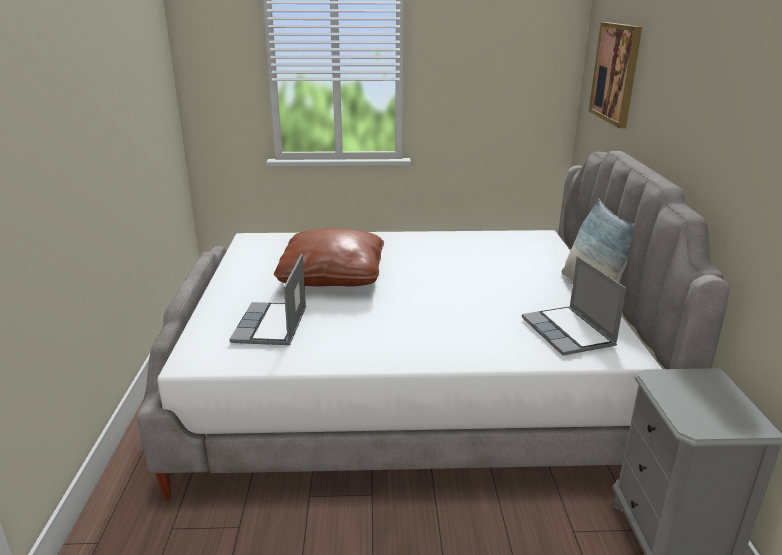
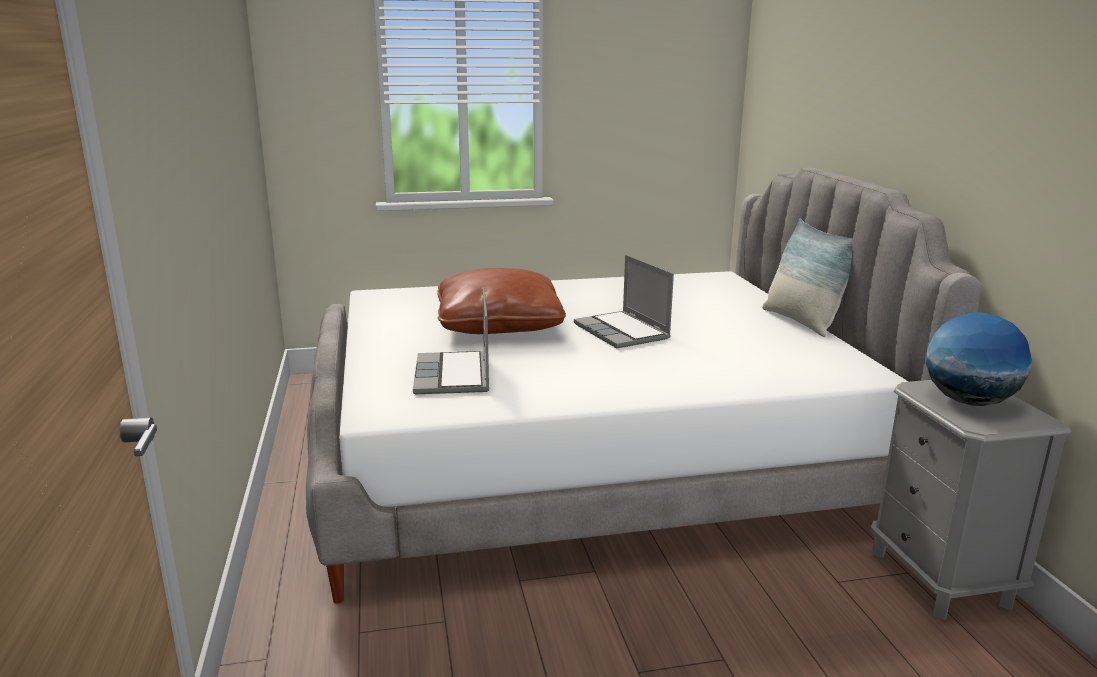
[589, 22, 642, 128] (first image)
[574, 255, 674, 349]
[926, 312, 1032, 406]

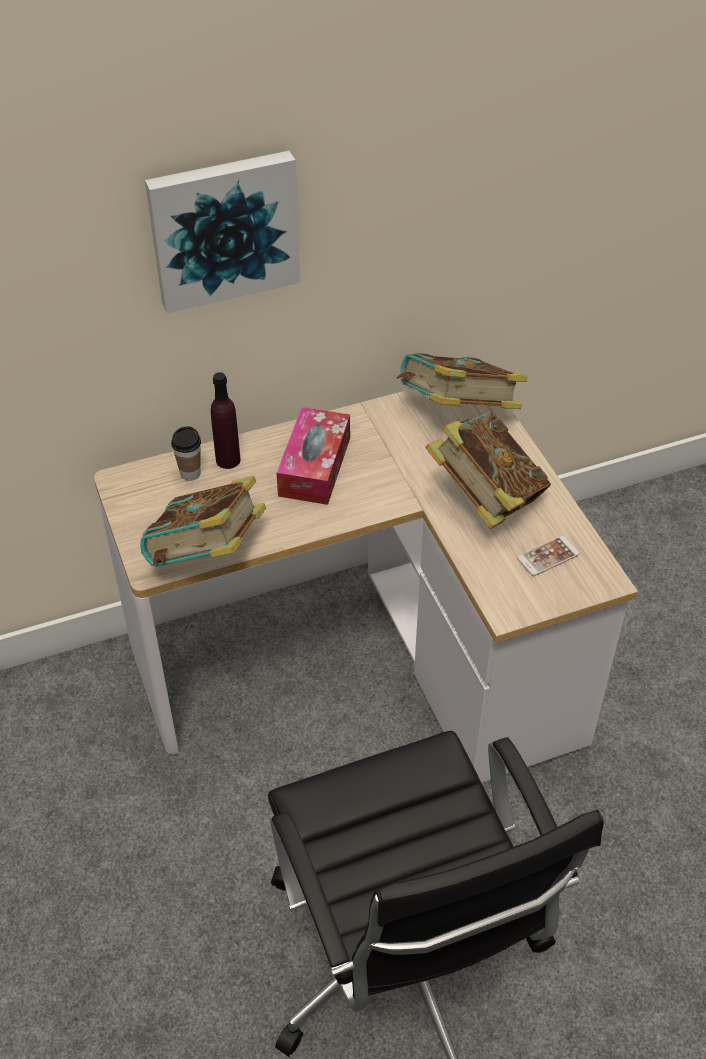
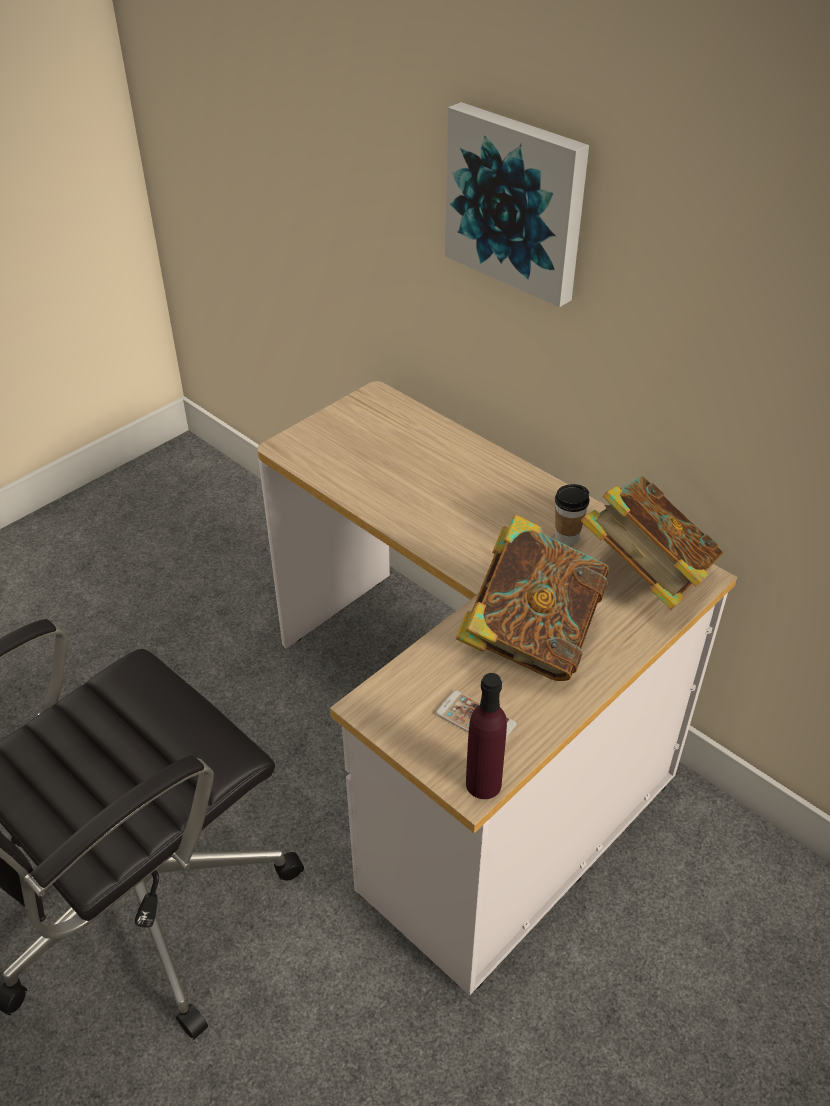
[466, 673, 507, 799]
[277, 407, 350, 505] (first image)
[555, 484, 590, 546]
[140, 476, 266, 567] (first image)

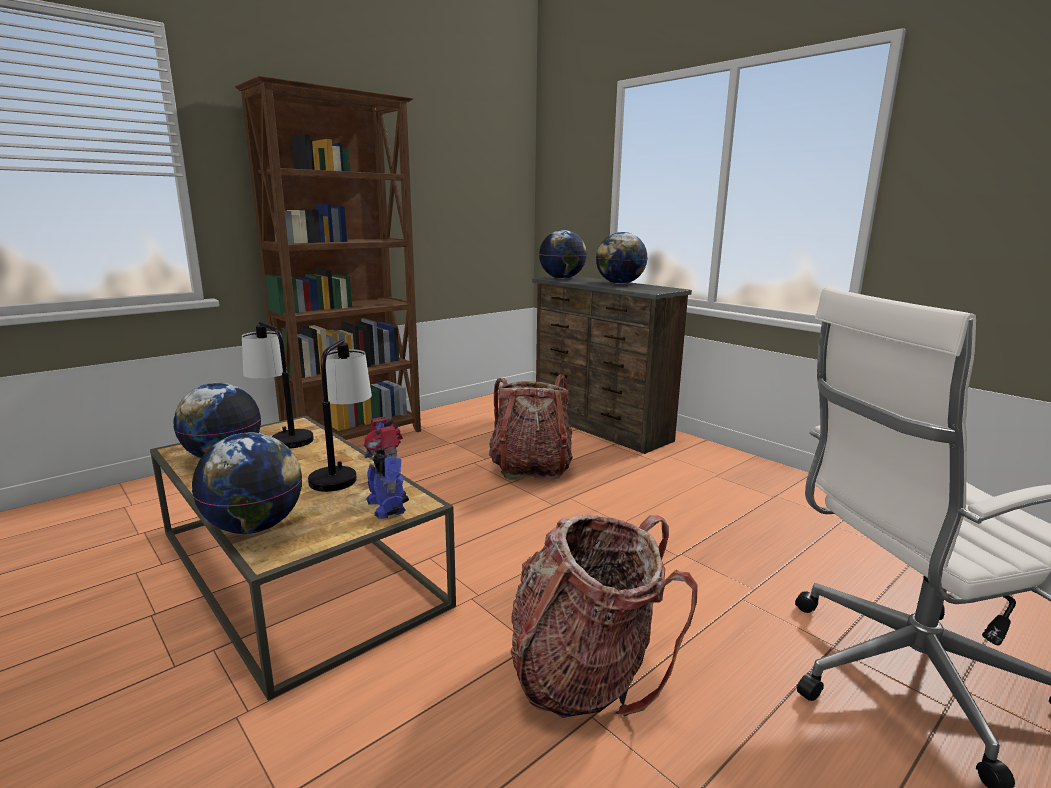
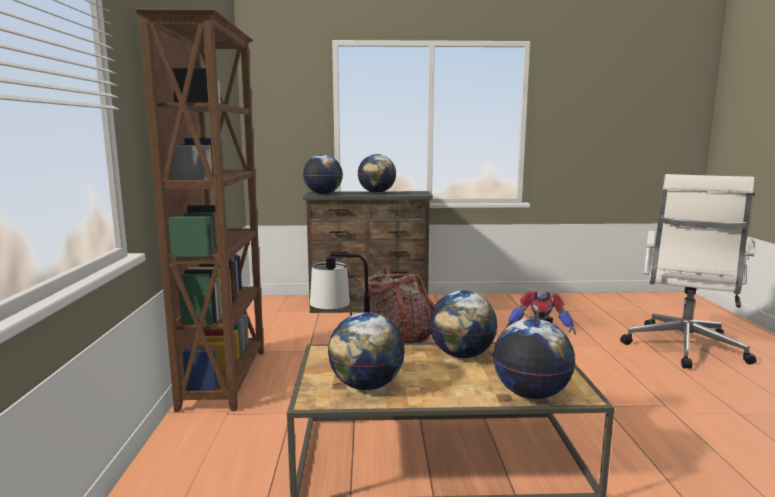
[429, 290, 497, 358]
[510, 515, 698, 718] (first image)

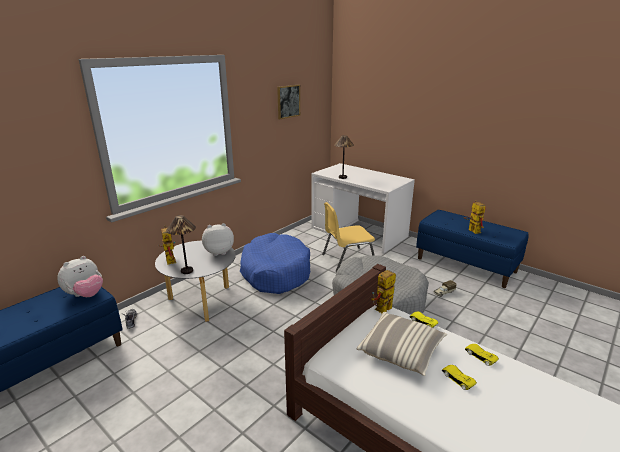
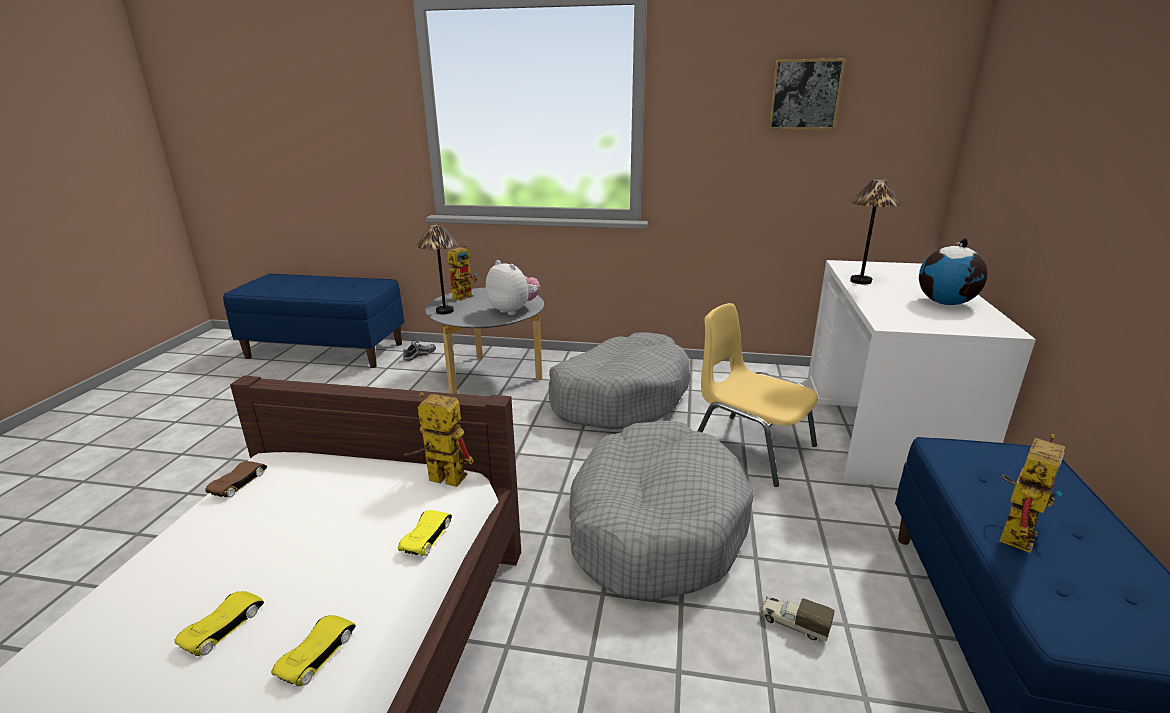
[549, 332, 690, 429]
[57, 256, 103, 297] (first image)
[357, 312, 447, 376] (first image)
[919, 238, 988, 305]
[205, 461, 267, 497]

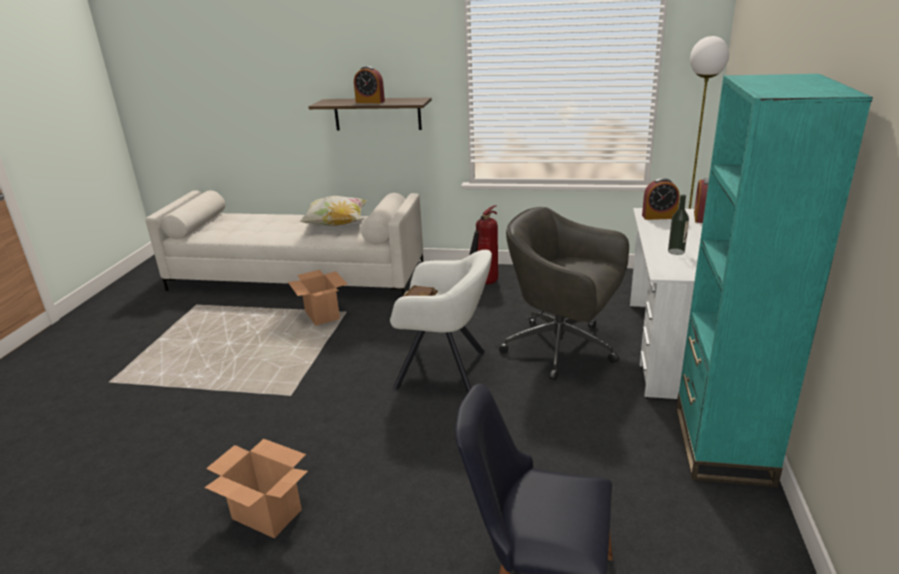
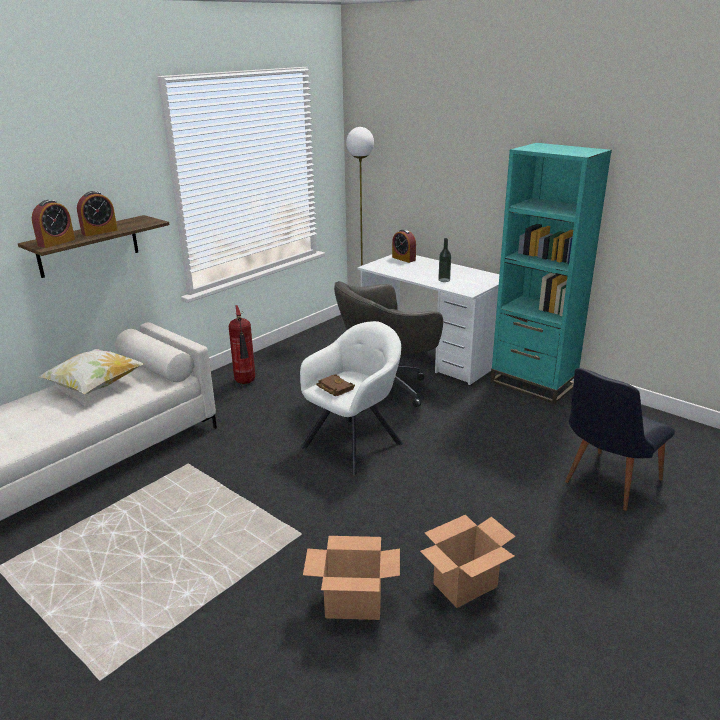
[32, 200, 75, 248]
[303, 536, 400, 620]

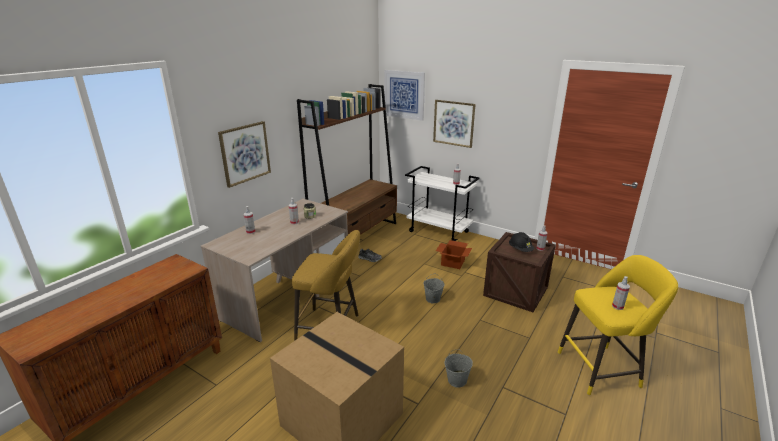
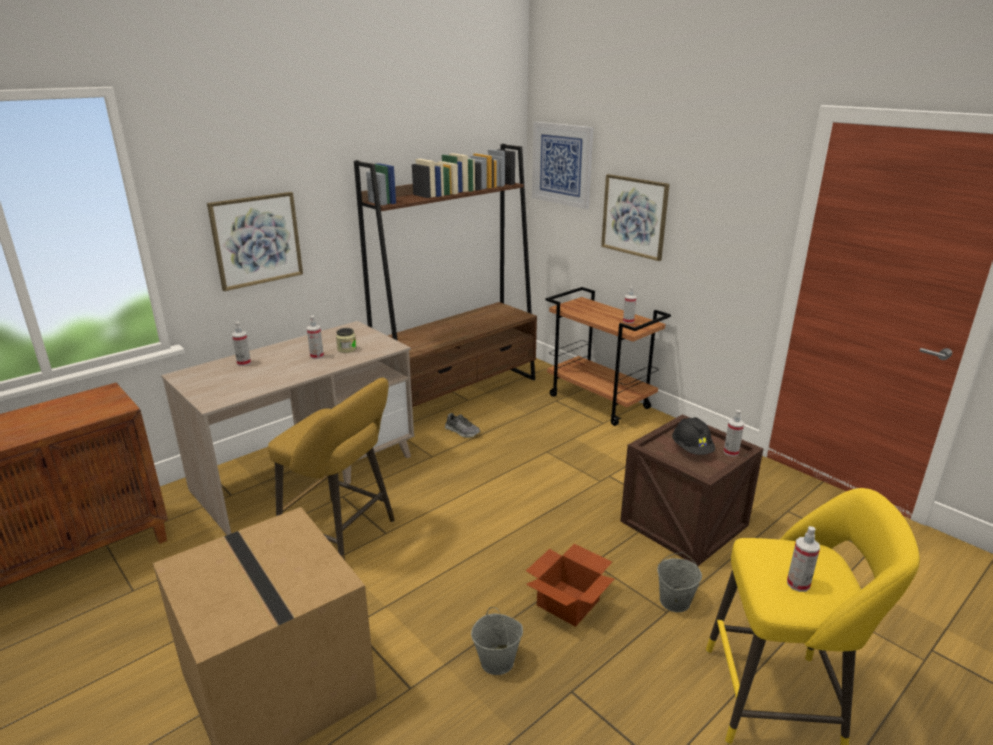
[546, 287, 671, 426]
[526, 544, 614, 627]
[657, 552, 702, 612]

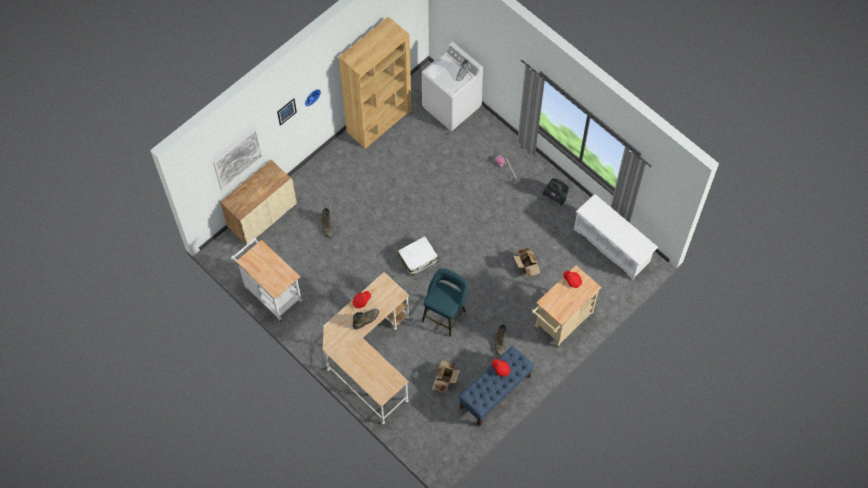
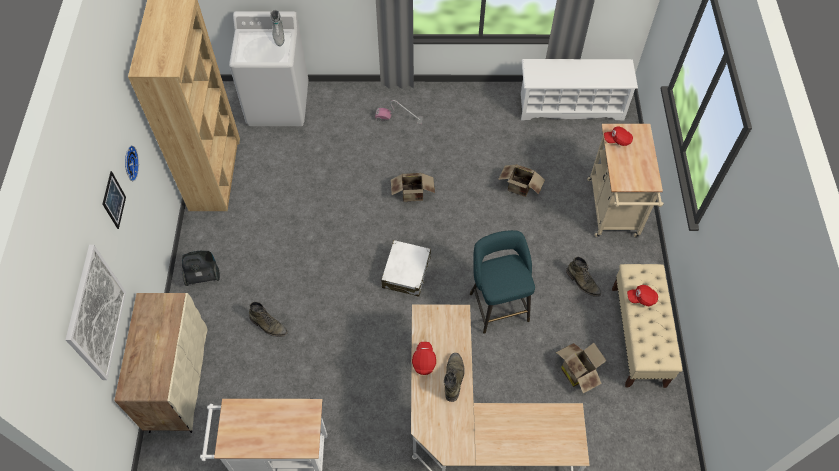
[182, 250, 220, 286]
[612, 264, 682, 388]
[391, 173, 435, 202]

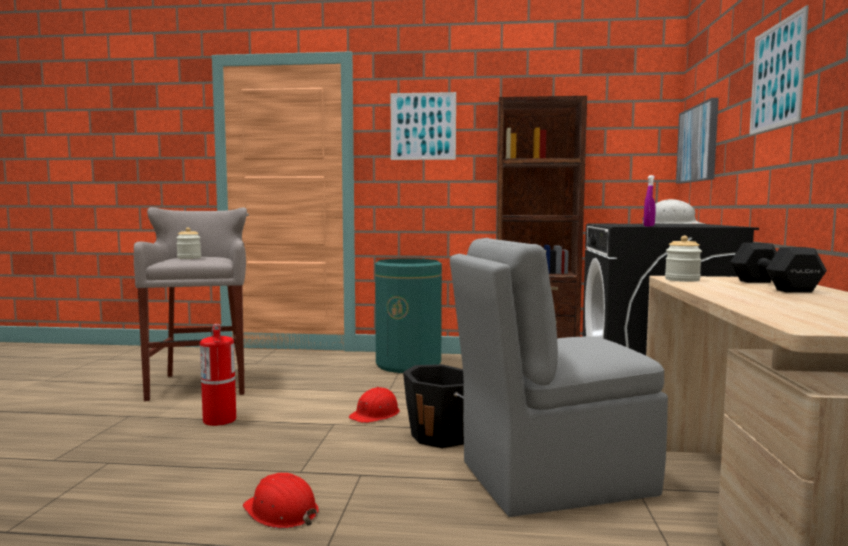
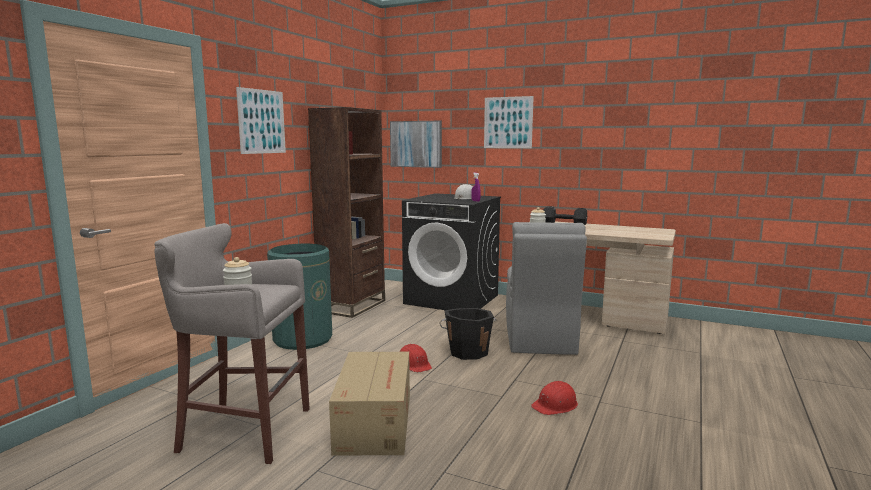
[329, 352, 410, 455]

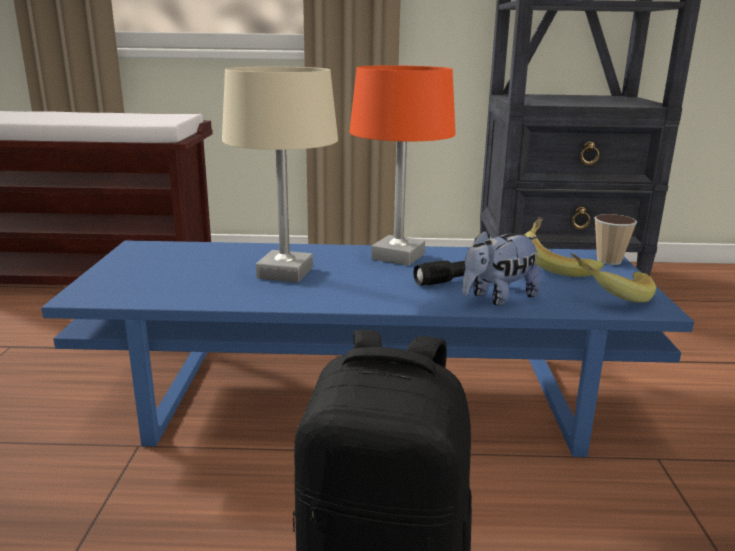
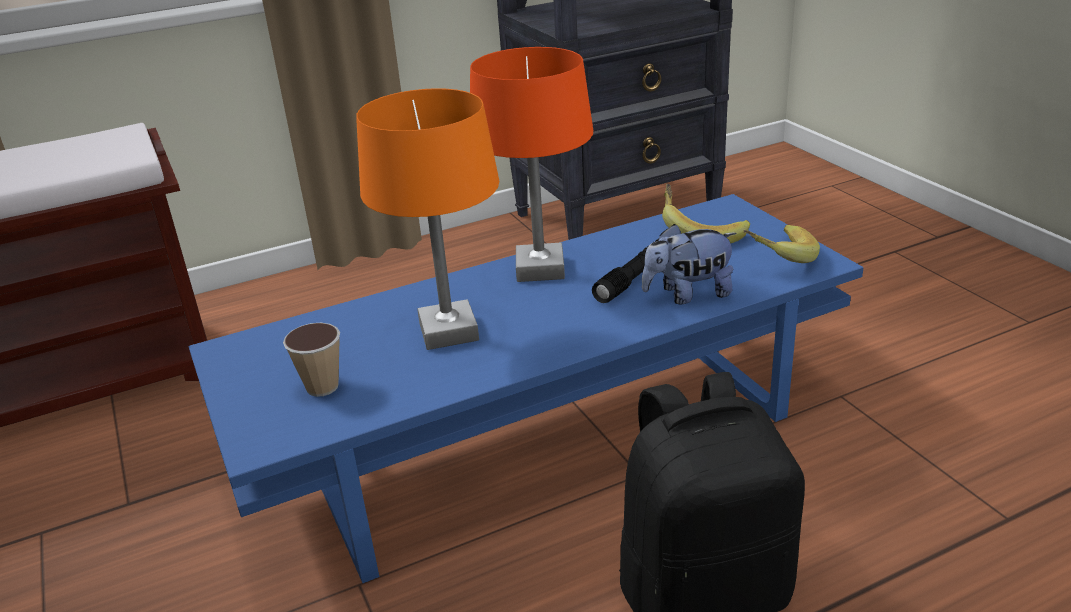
[356, 88, 499, 350]
[283, 323, 340, 397]
[642, 224, 737, 304]

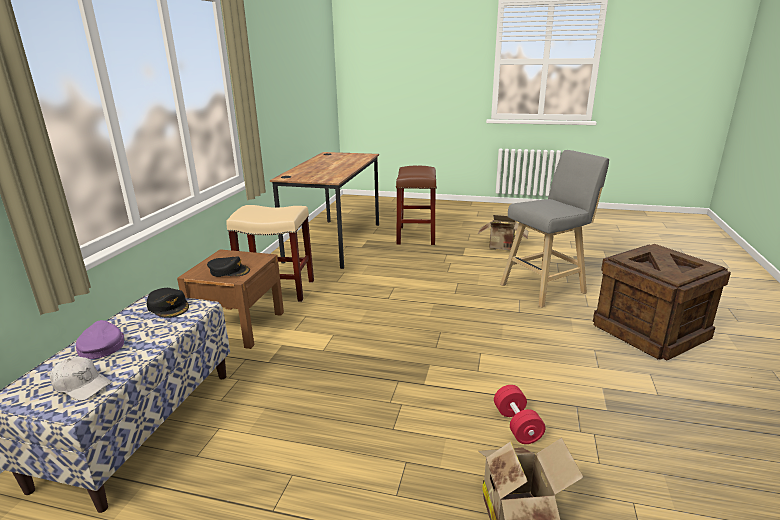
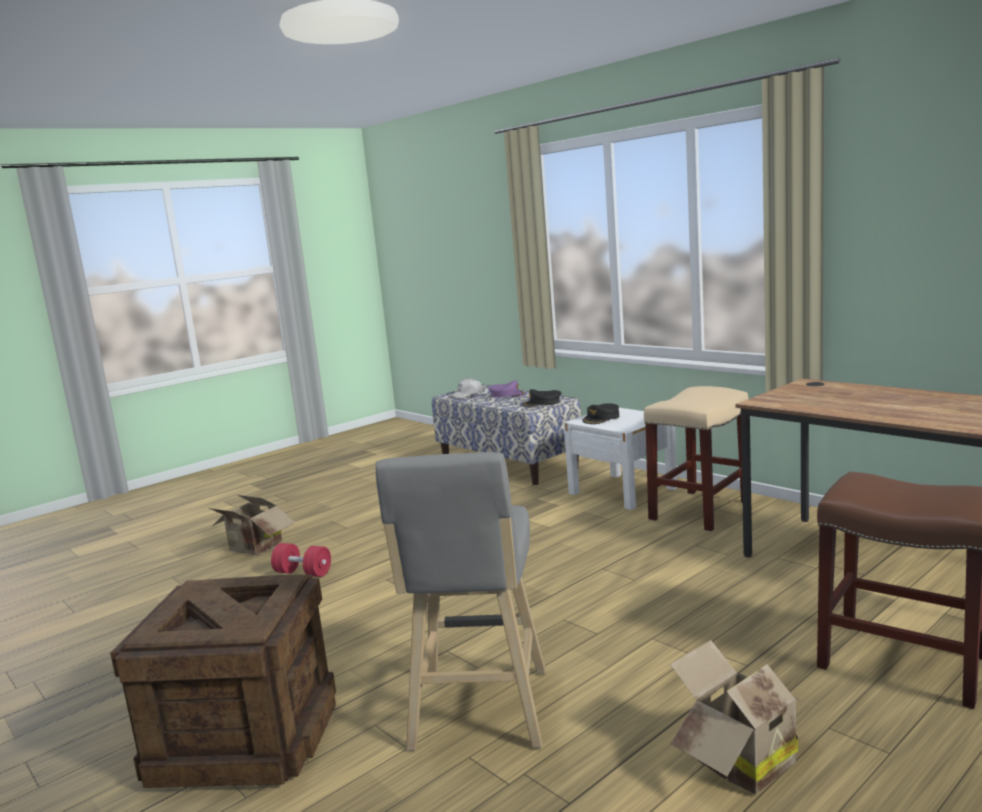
[564, 408, 677, 510]

